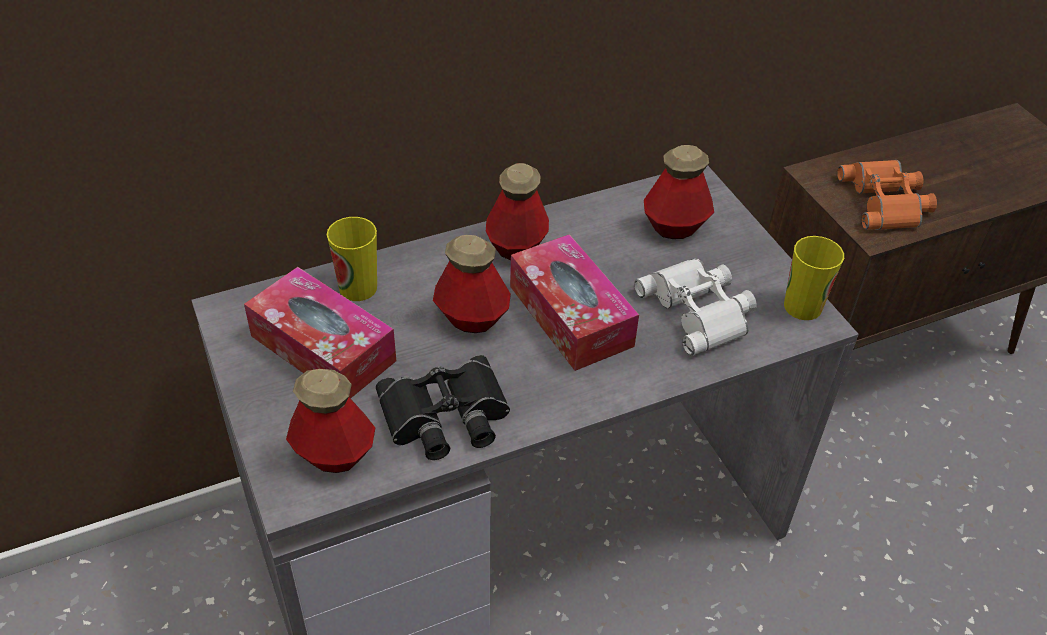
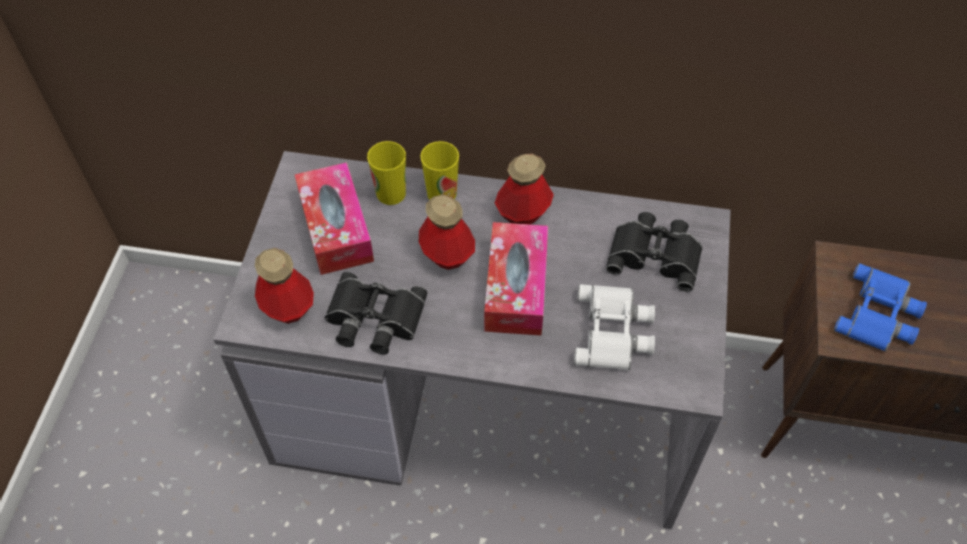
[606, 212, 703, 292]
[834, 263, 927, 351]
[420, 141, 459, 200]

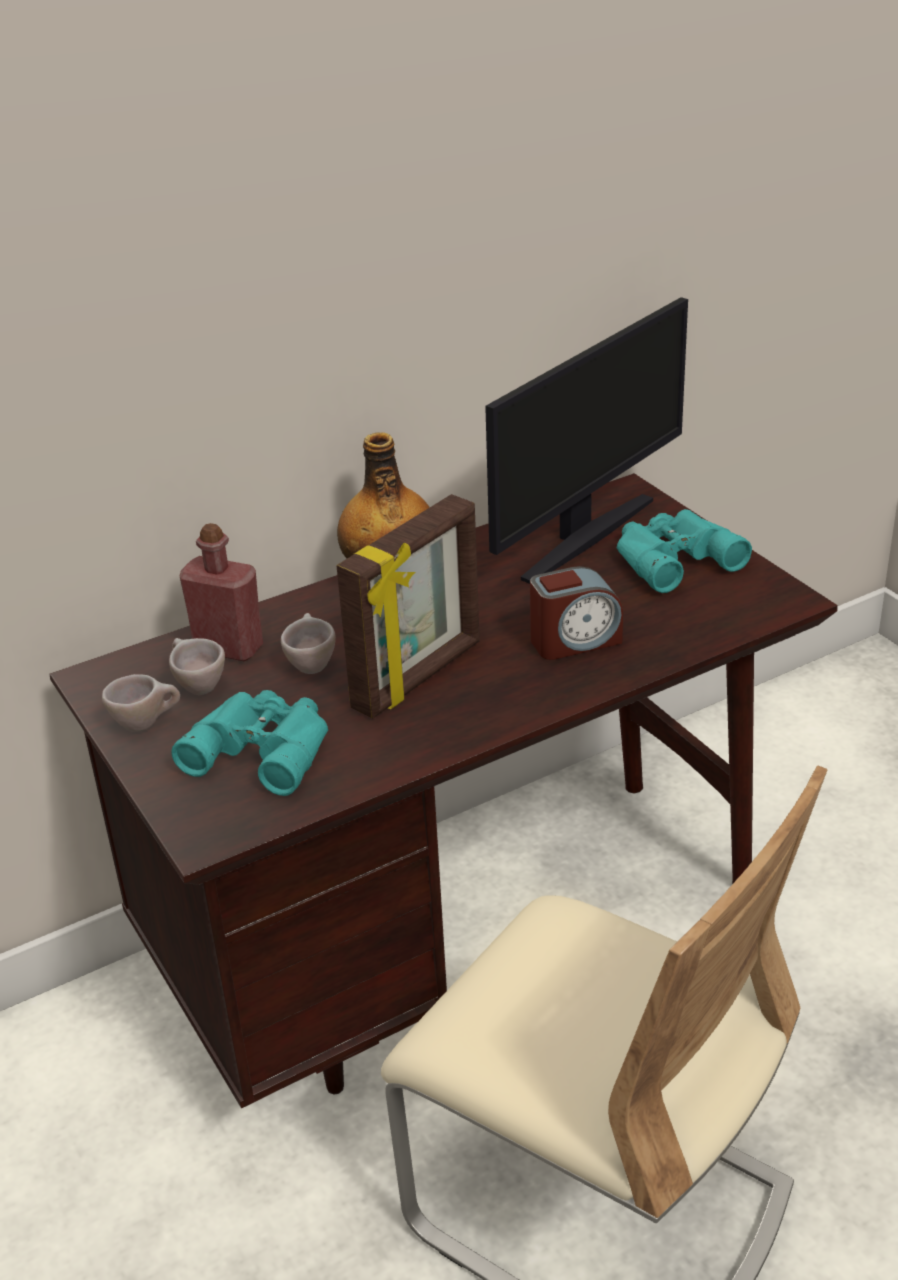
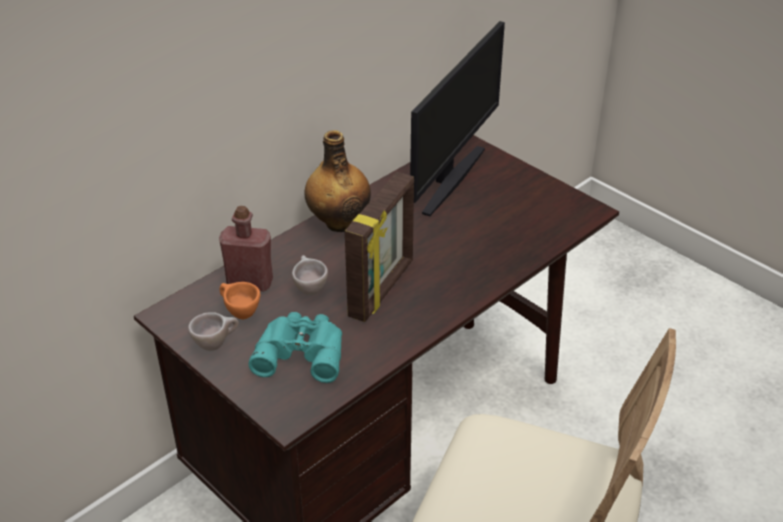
[616, 509, 752, 593] (first image)
[530, 566, 623, 660] (first image)
[220, 282, 261, 319]

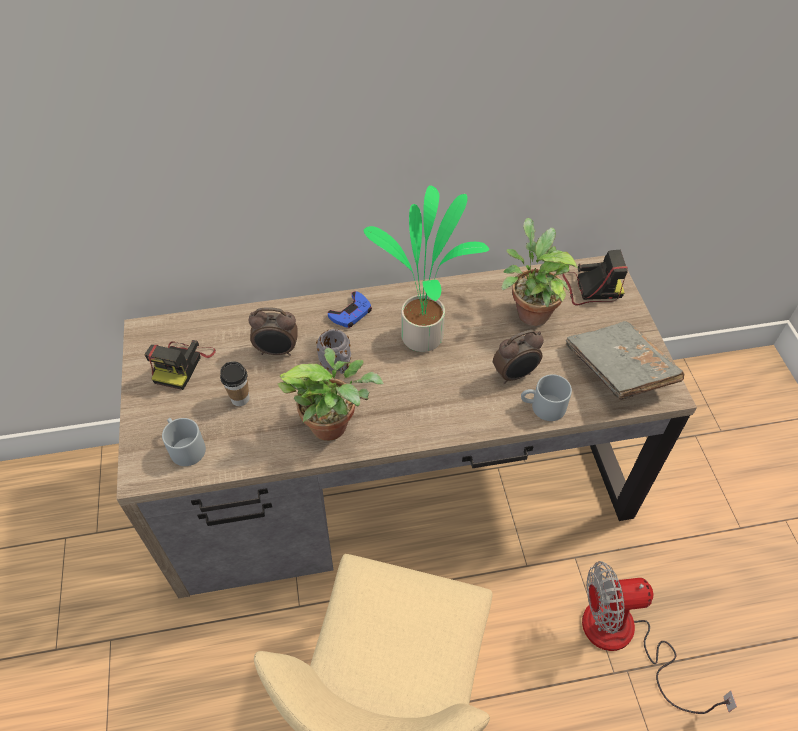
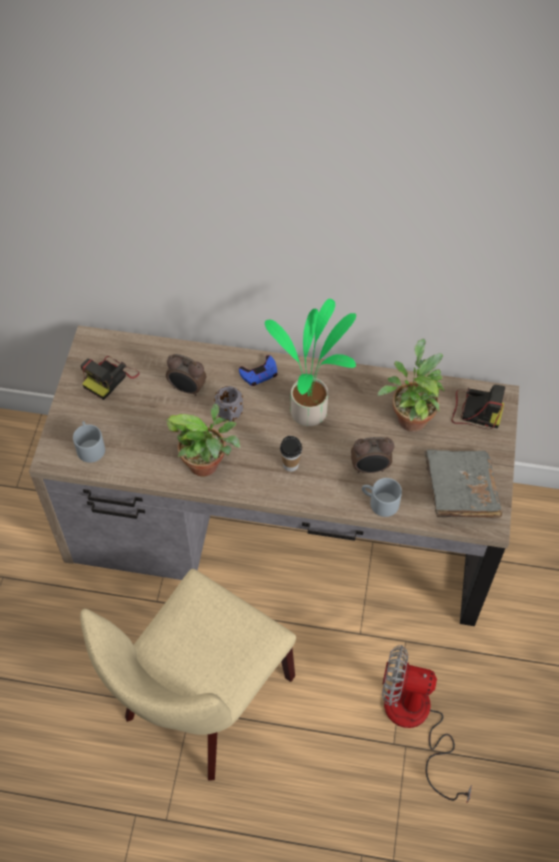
[280, 436, 302, 472]

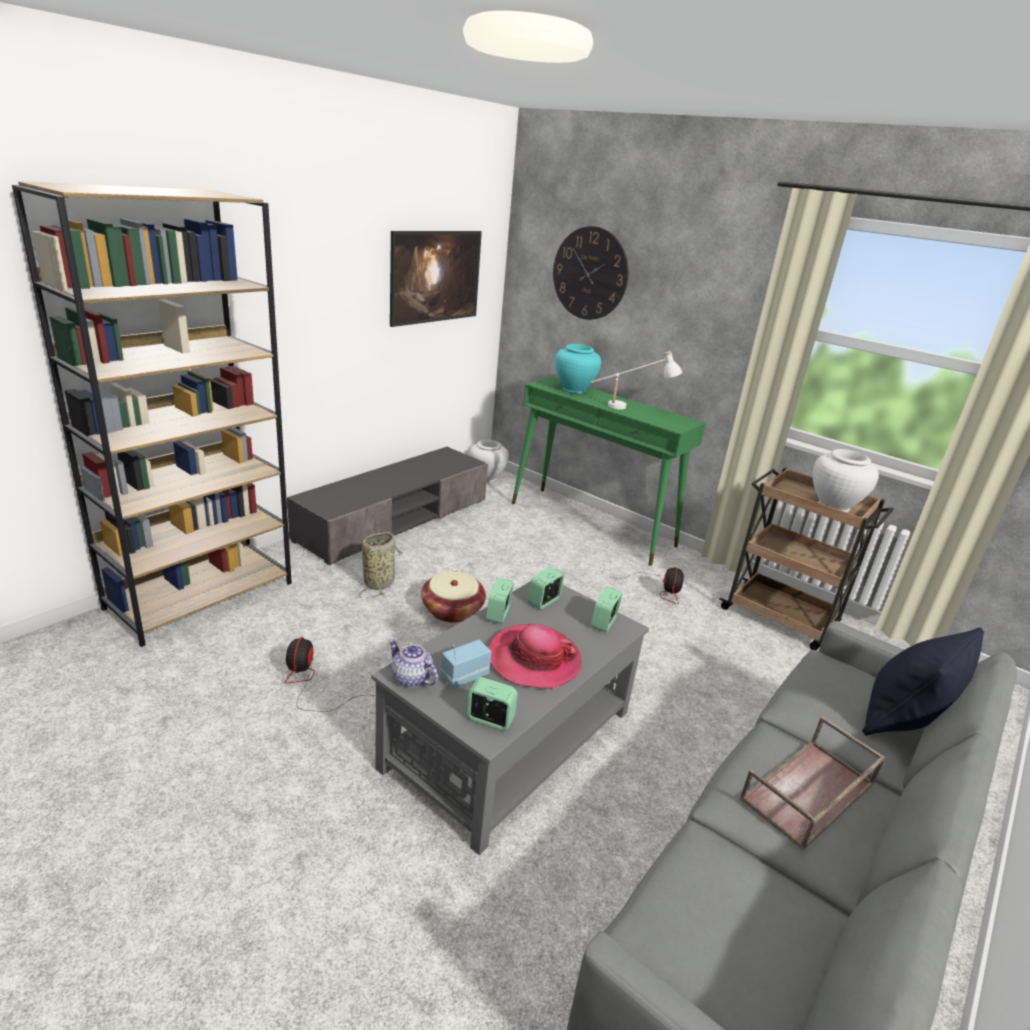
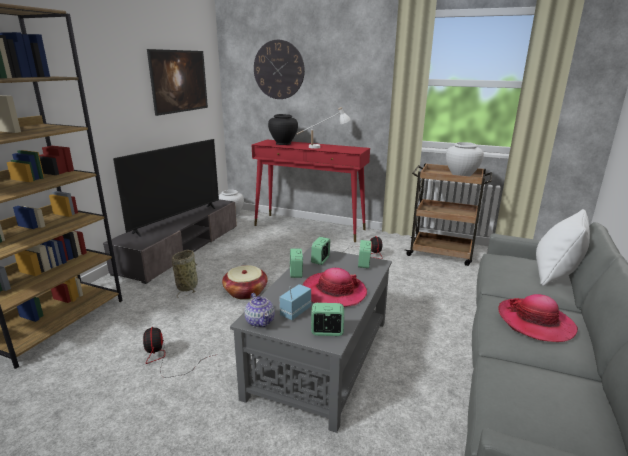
[268, 114, 298, 145]
[252, 140, 370, 242]
[536, 209, 590, 286]
[244, 293, 275, 328]
[498, 294, 578, 342]
[113, 139, 219, 237]

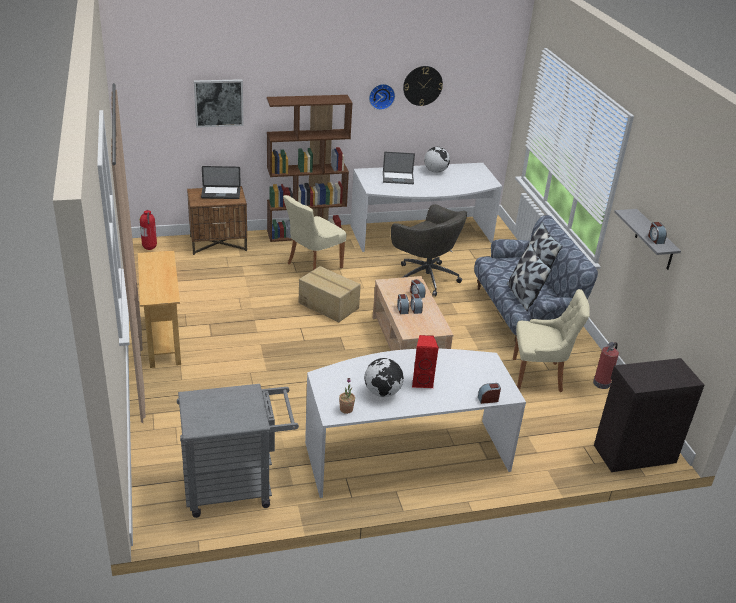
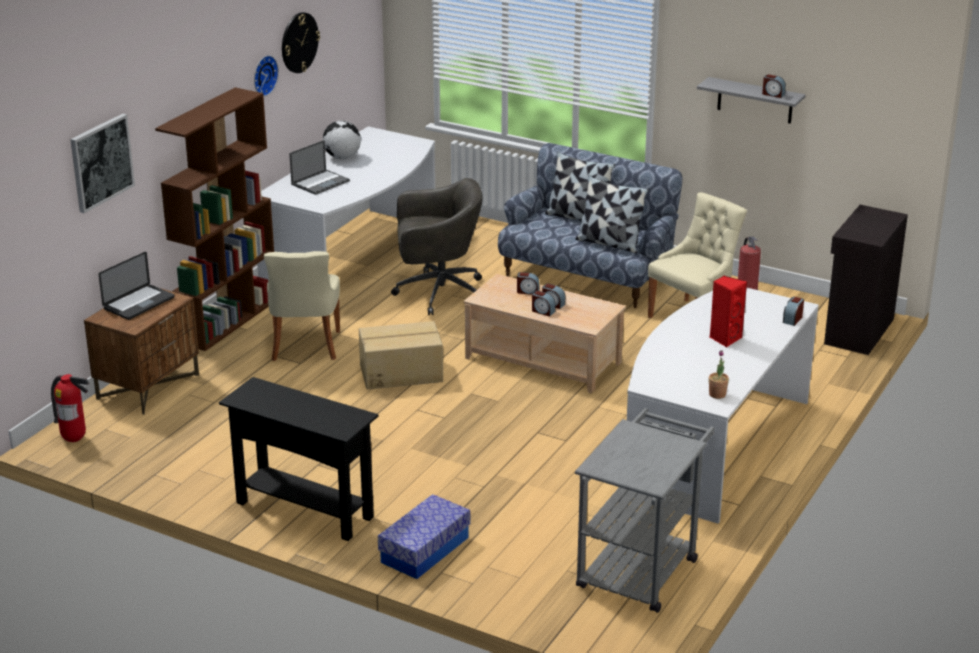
[219, 377, 378, 541]
[365, 358, 404, 397] (first image)
[378, 494, 470, 579]

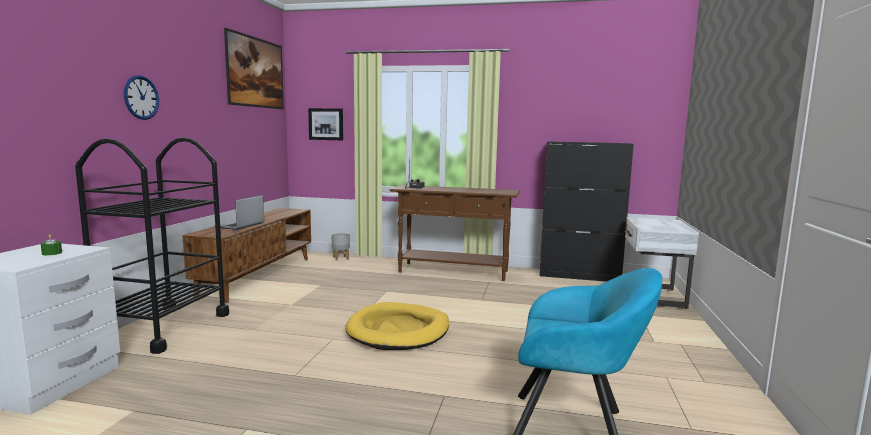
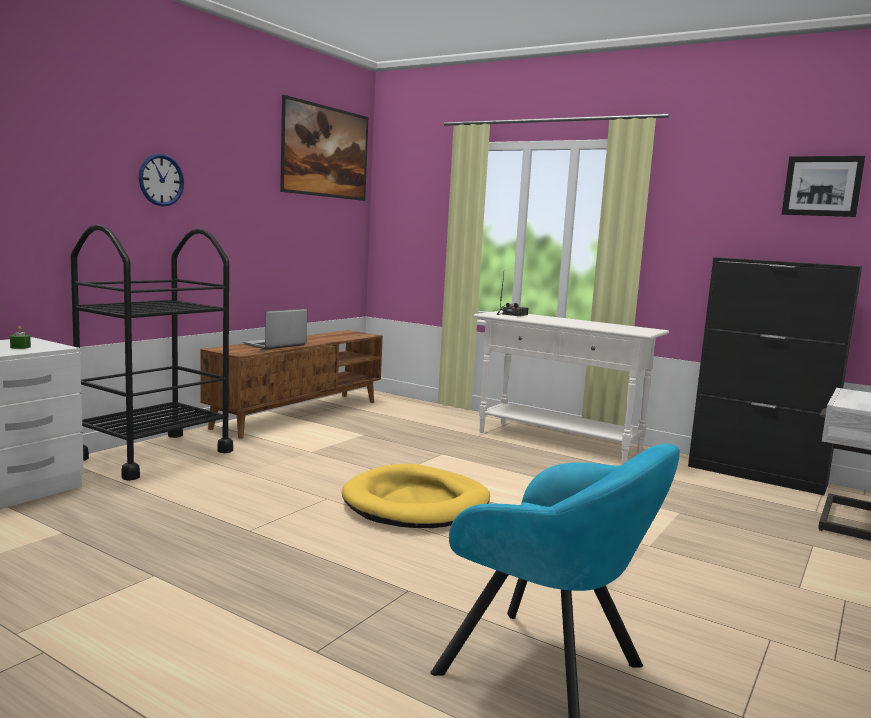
[782, 156, 865, 217]
[474, 311, 669, 465]
[332, 233, 350, 261] (first image)

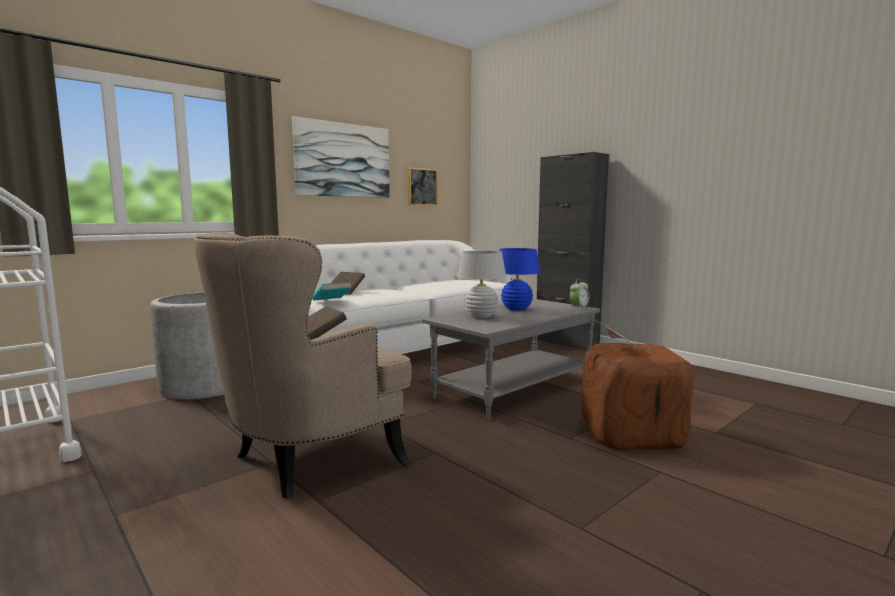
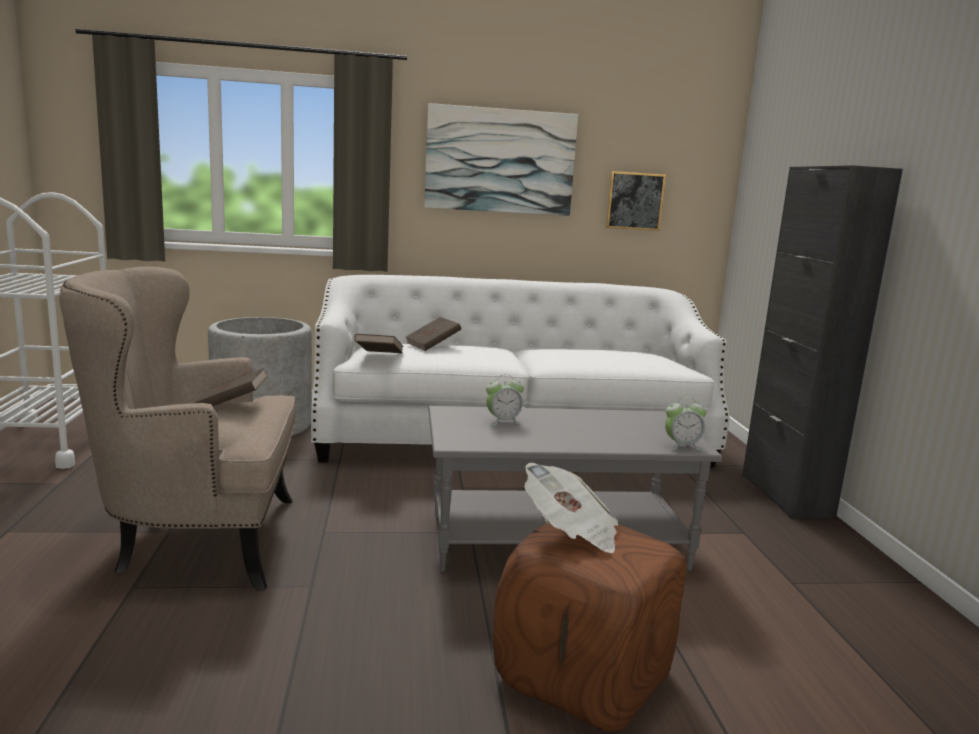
[499, 248, 541, 311] (first image)
[486, 375, 524, 426]
[355, 334, 403, 353]

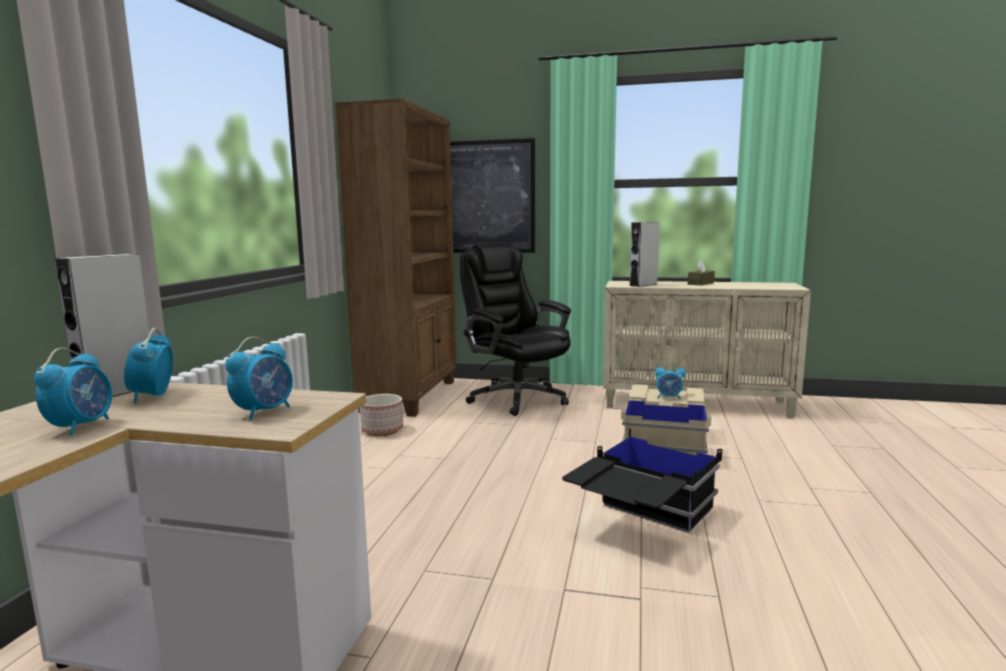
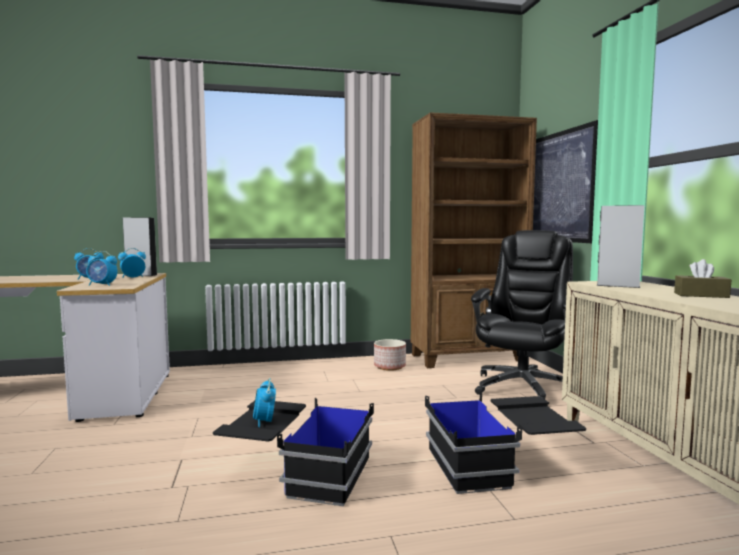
[253, 378, 276, 427]
[425, 392, 586, 494]

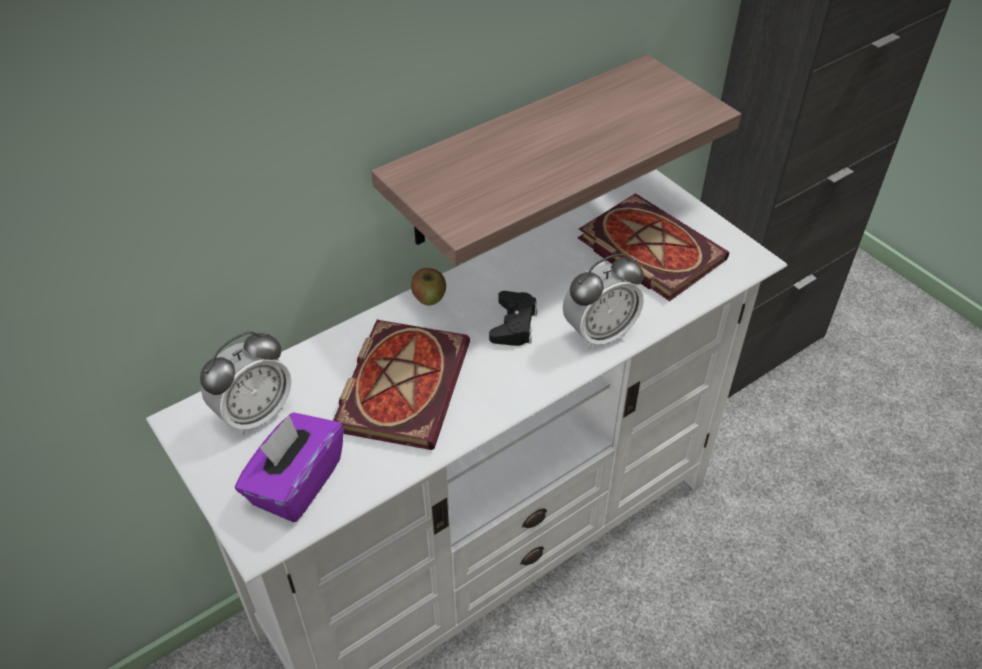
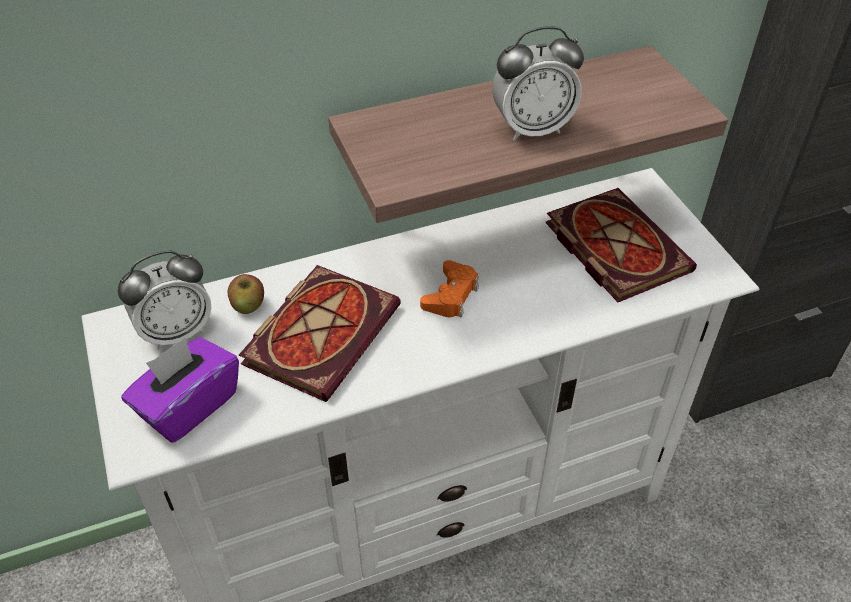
[492, 26, 584, 141]
[228, 274, 264, 314]
[420, 260, 479, 317]

